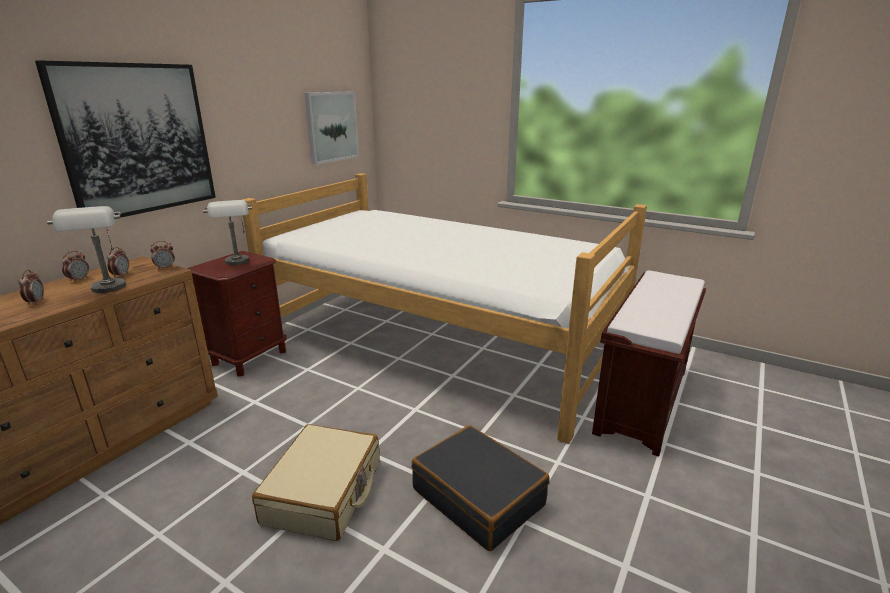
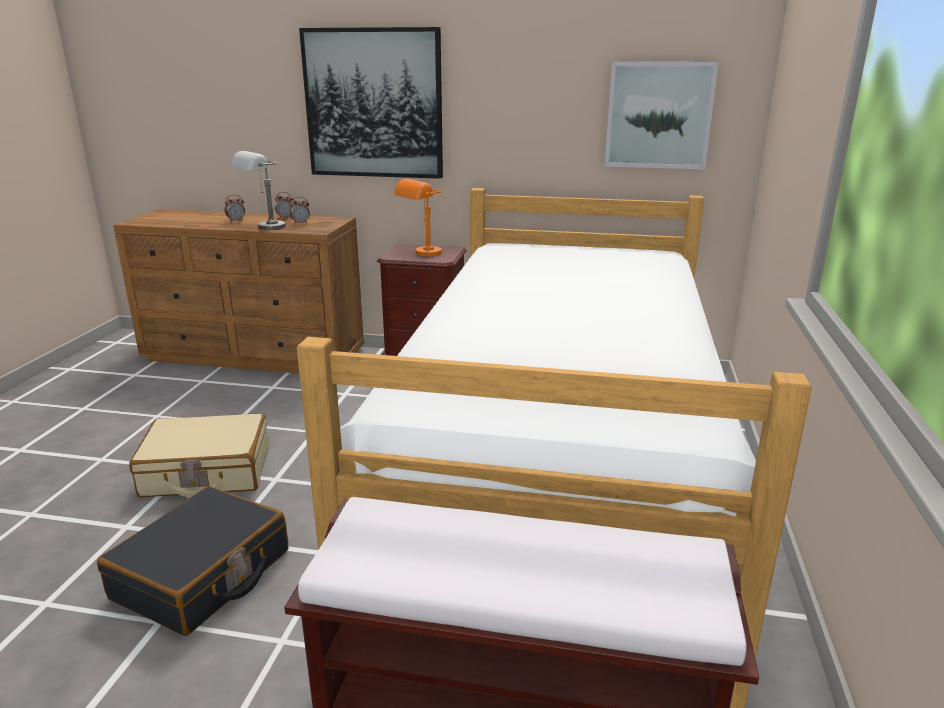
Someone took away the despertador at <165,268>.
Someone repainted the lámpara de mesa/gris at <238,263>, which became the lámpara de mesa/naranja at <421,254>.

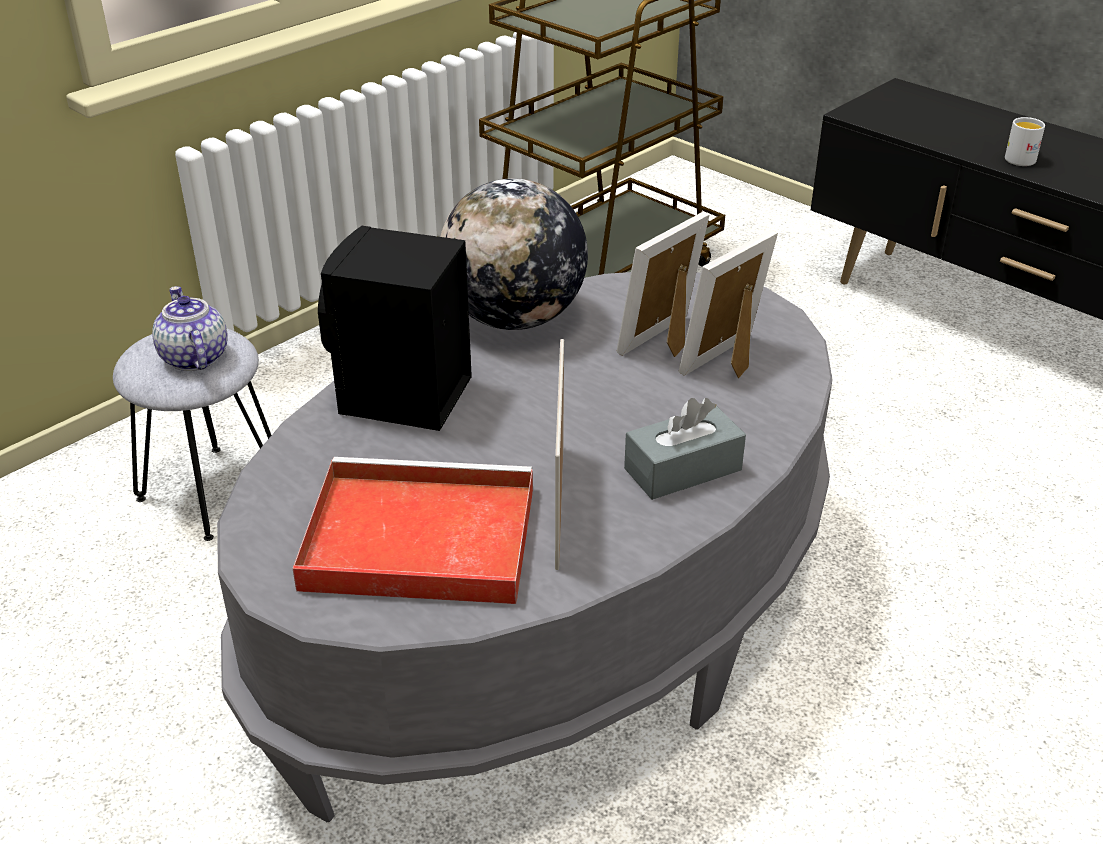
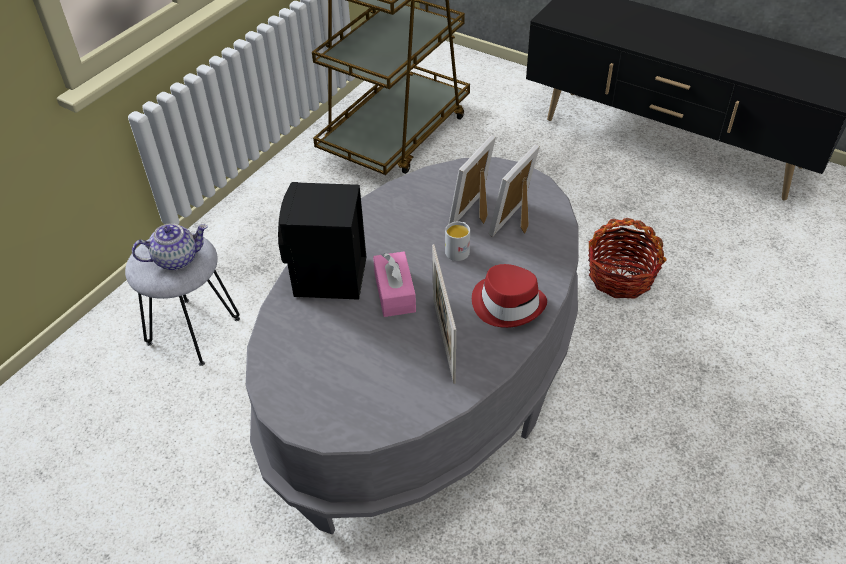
Someone rotated the tetera at <193,357> by 105 degrees clockwise.
Someone took away the bandeja/rojo at <415,538>.
Someone took away the globo terráqueo at <514,319>.
Someone swapped the caja de pañuelos/gris at <683,469> for the sombrero/rojo at <508,303>.
Someone carried the taza grande/blanco from <1021,158> to <459,249>.
Someone put down the caja de pañuelos/rosa at <395,292>.
Someone put down the cesta at <620,277>.

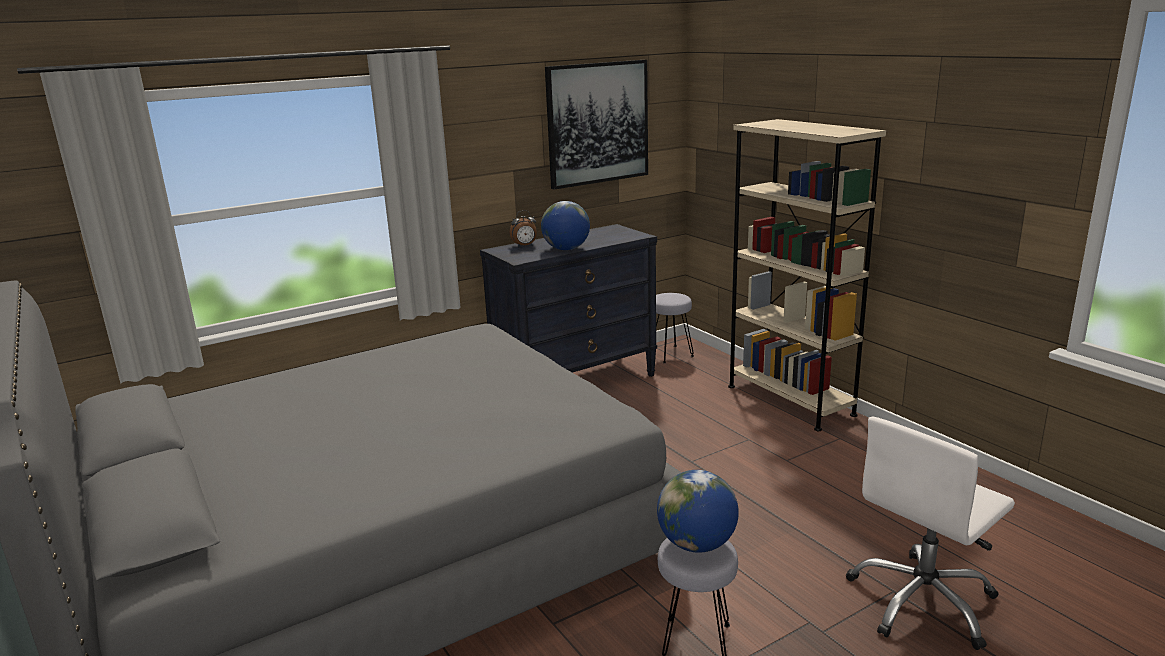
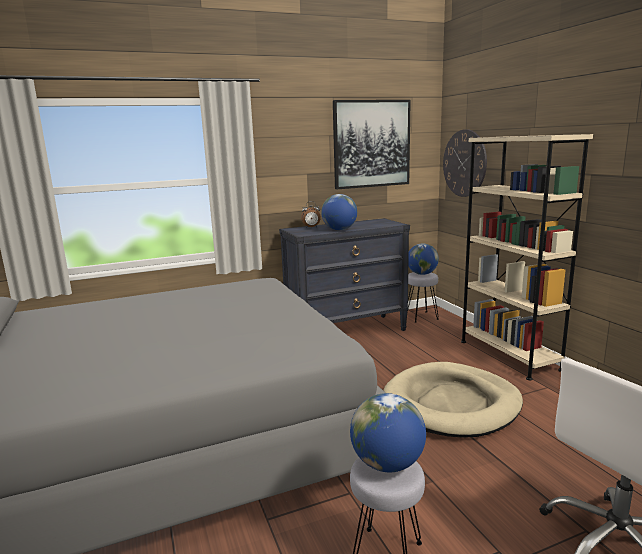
Someone put down the cama para perro/beis at <451,404>.
Someone put down the globo terráqueo at <422,274>.
Someone put up the reloj de pared at <464,163>.

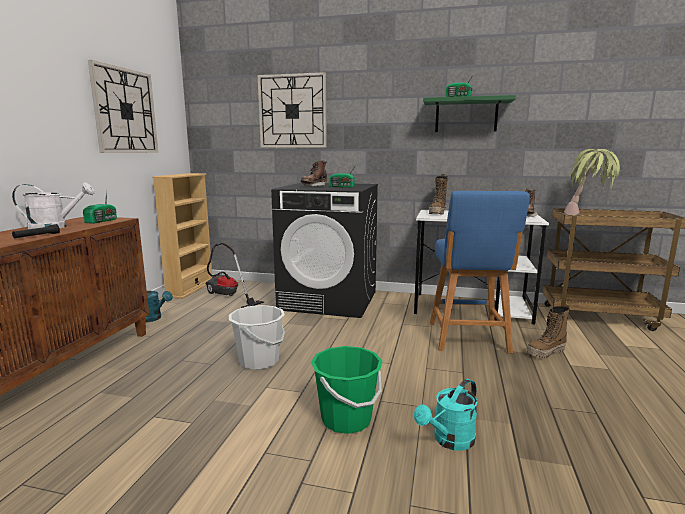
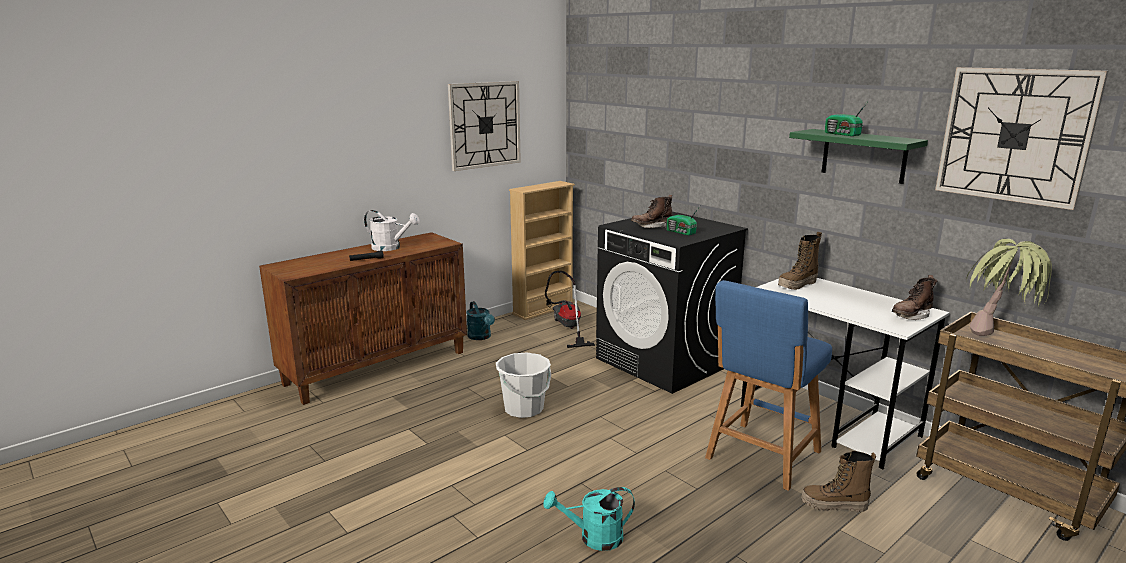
Someone took away the radio at <102,221>.
Someone carried the reloj de pared from <292,111> to <1014,135>.
Someone took away the cubo/verde at <346,419>.

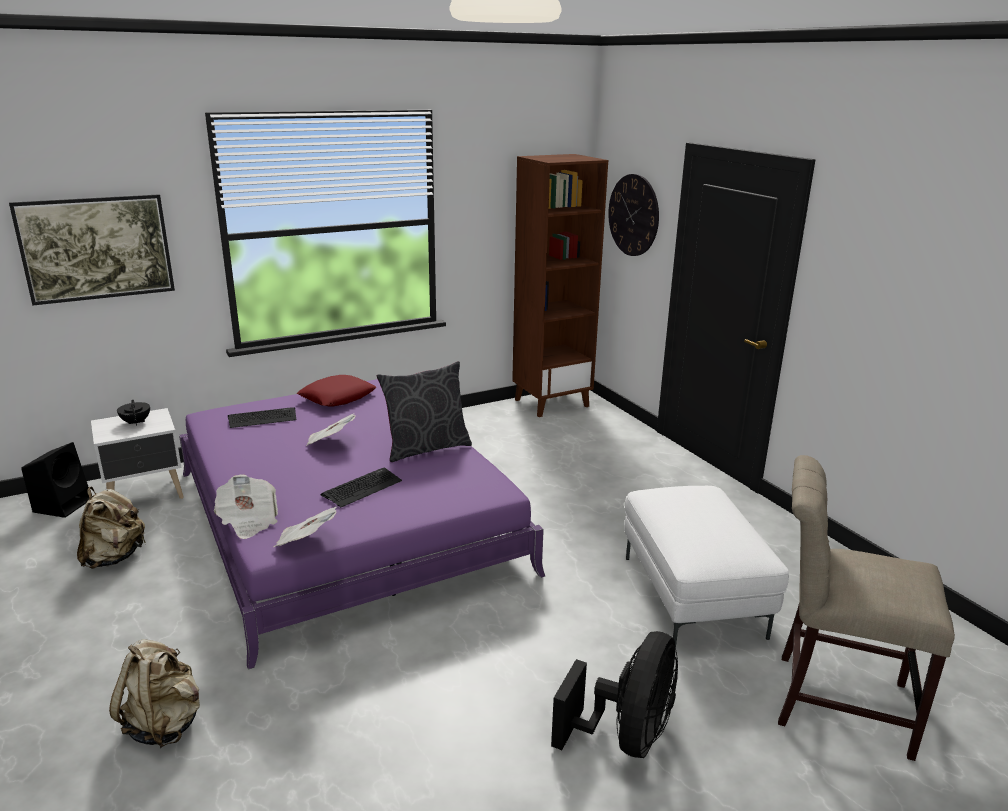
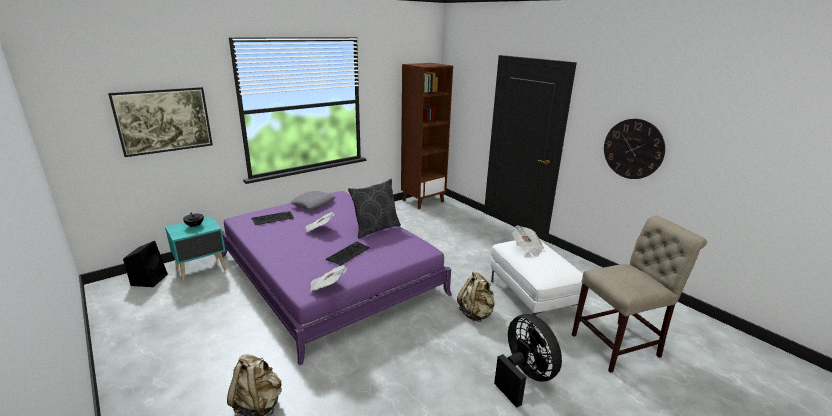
Someone carried the mochila/beis from <114,557> to <476,313>.
Someone repainted the mesita de noche/blanco at <146,495>, which became the mesita de noche/turquesa at <202,269>.
Someone carried the periódico from <248,521> to <527,248>.
Someone repainted the cojín/rojo at <337,397>, which became the cojín/gris at <313,204>.
Someone rotated the ventilador/negro at <626,736> by 45 degrees counterclockwise.
Someone carried the reloj de pared from <633,215> to <633,149>.
Someone rotated the silla/beis at <832,700> by 150 degrees clockwise.

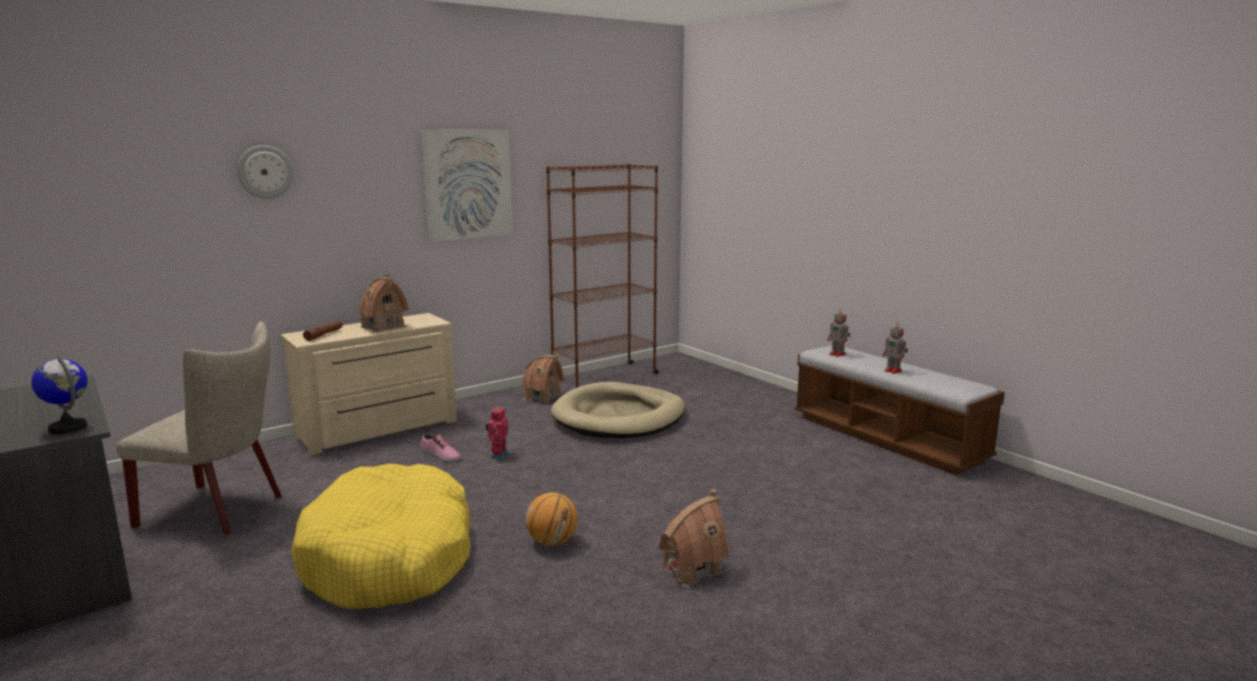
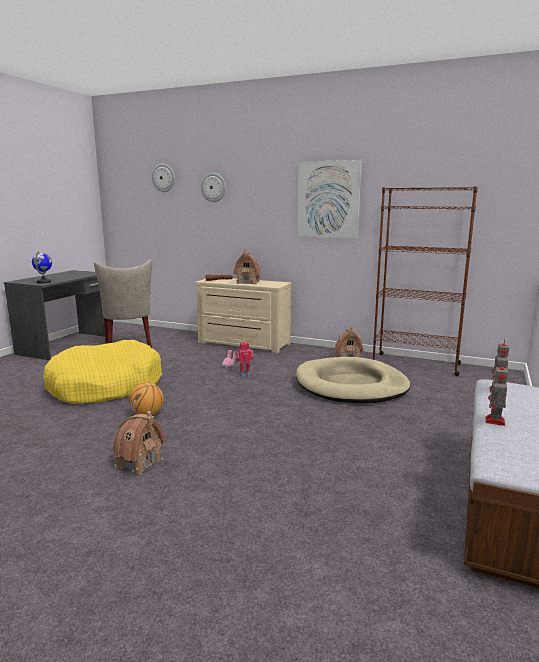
Someone put up the reloj de pared at <163,178>.

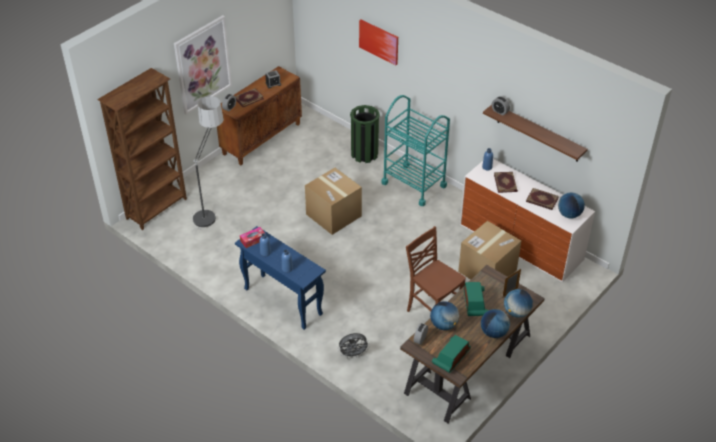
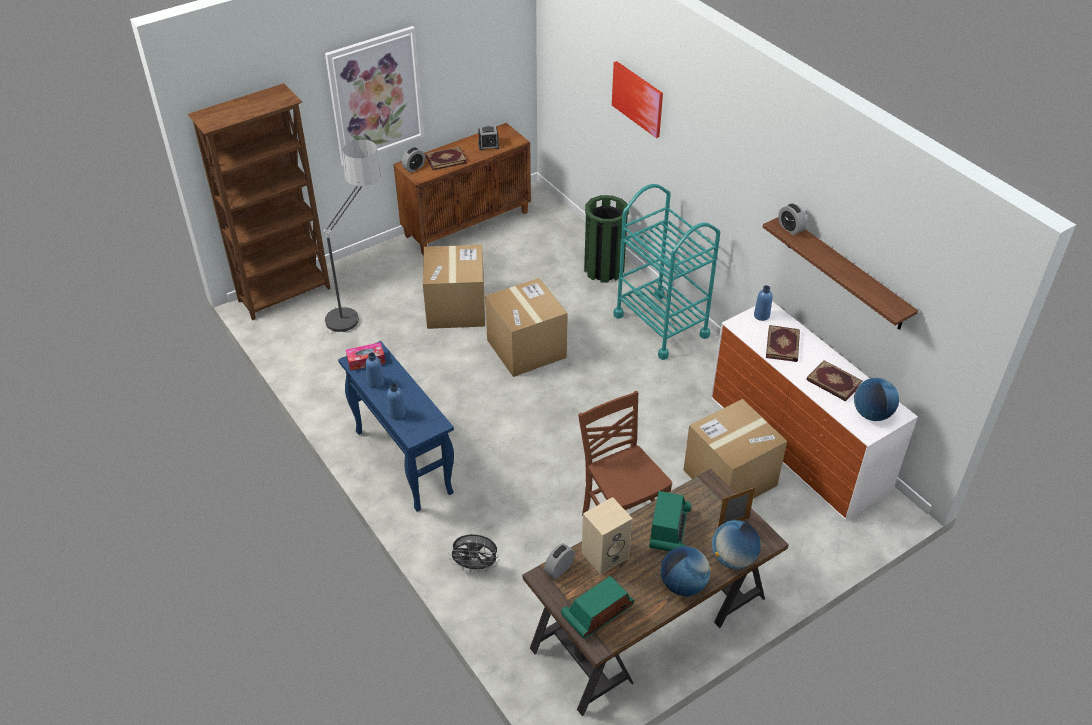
Someone swapped the globo terráqueo at <443,325> for the altavoz/beis at <605,554>.
Someone put down the caja de cartón at <456,308>.

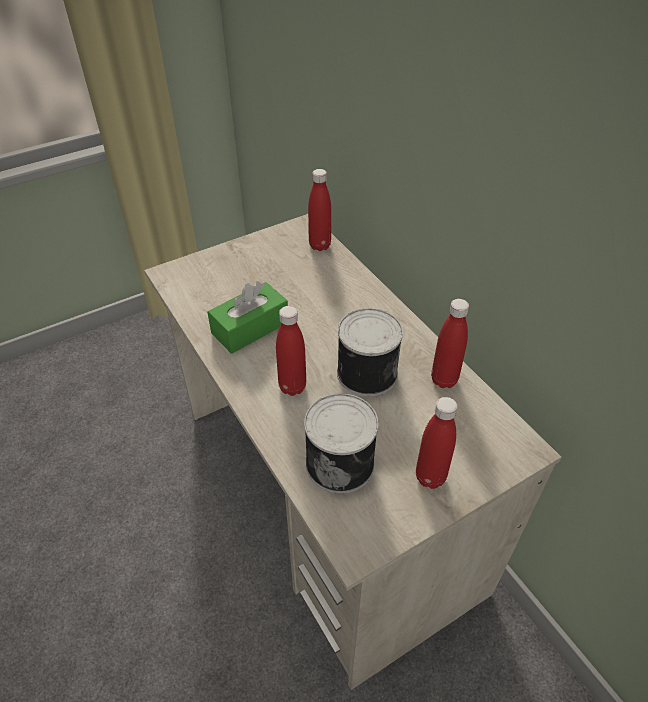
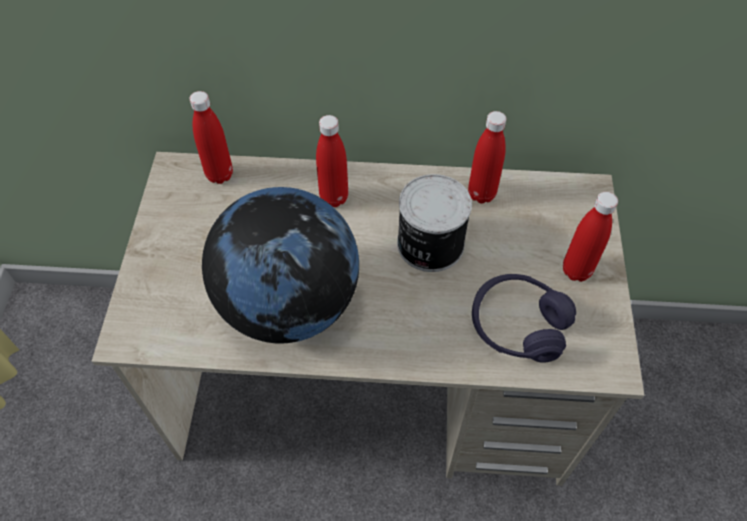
Someone swapped the caja de pañuelos/verde at <250,328> for the globo terráqueo at <289,304>.
Someone carried the botella/rojo from <292,387> to <334,198>.
Someone swapped the lata at <341,462> for the auriculares/morado at <518,325>.

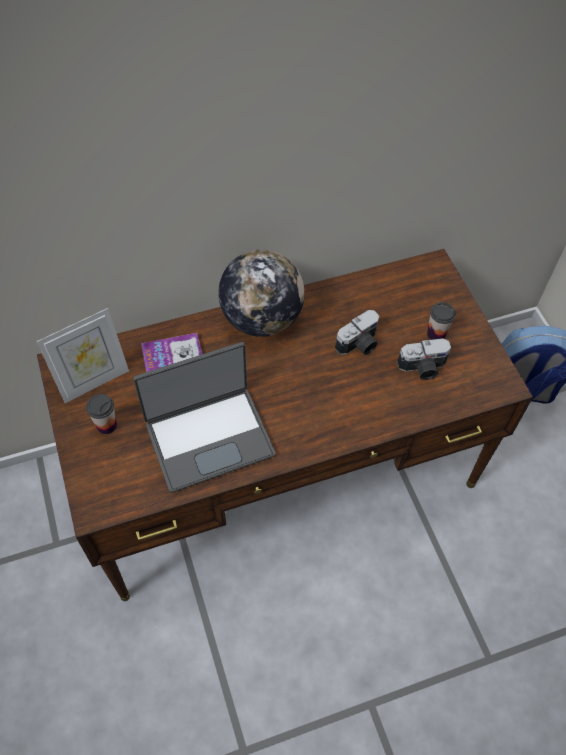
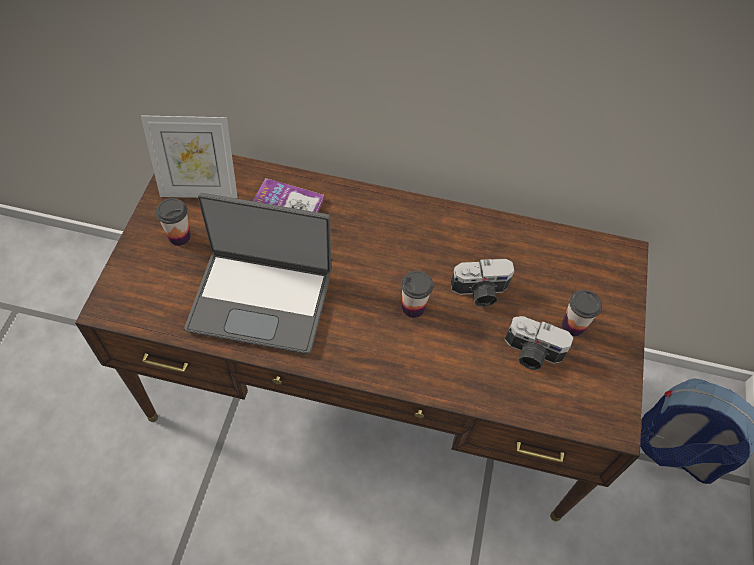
Someone took away the globo terráqueo at <261,319>.
Someone put down the taza at <413,308>.

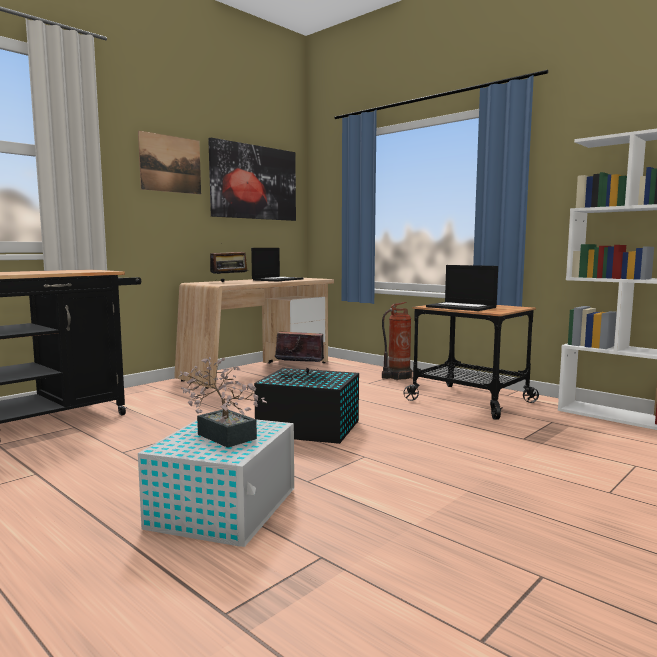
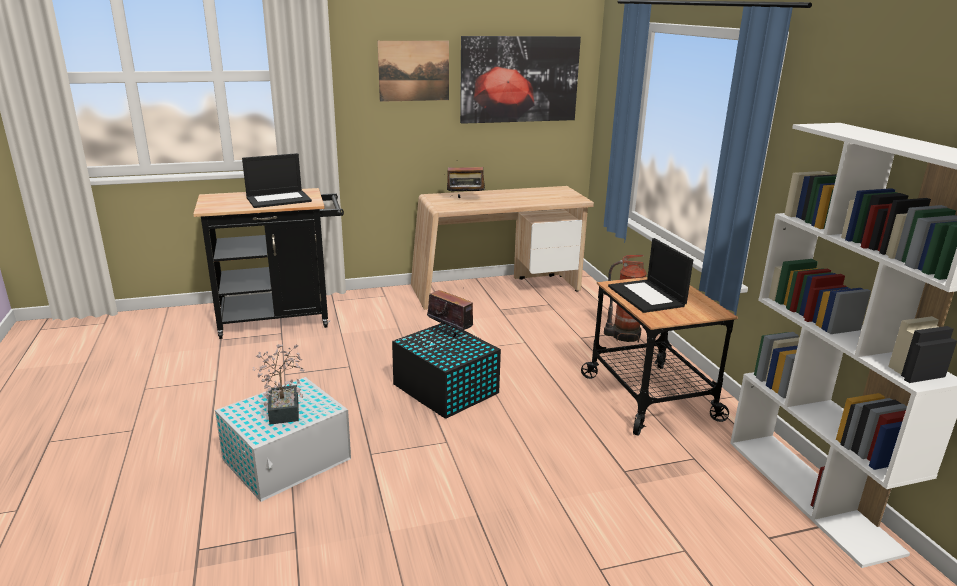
Someone carried the portátil from <277,279> to <279,199>.

